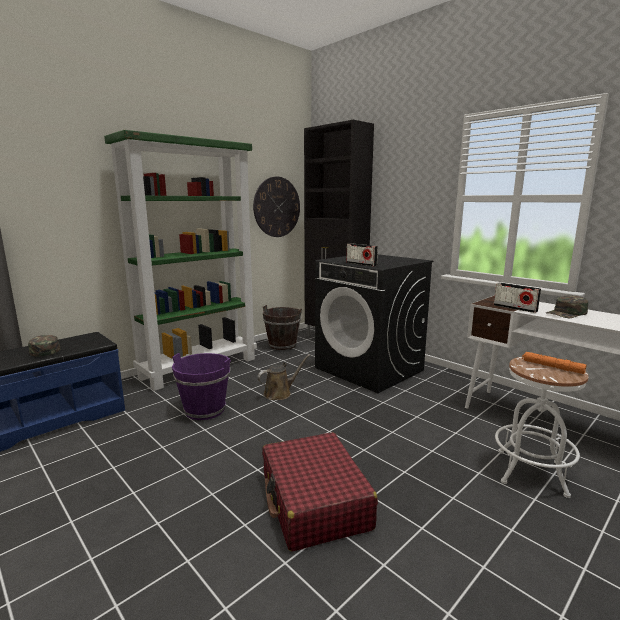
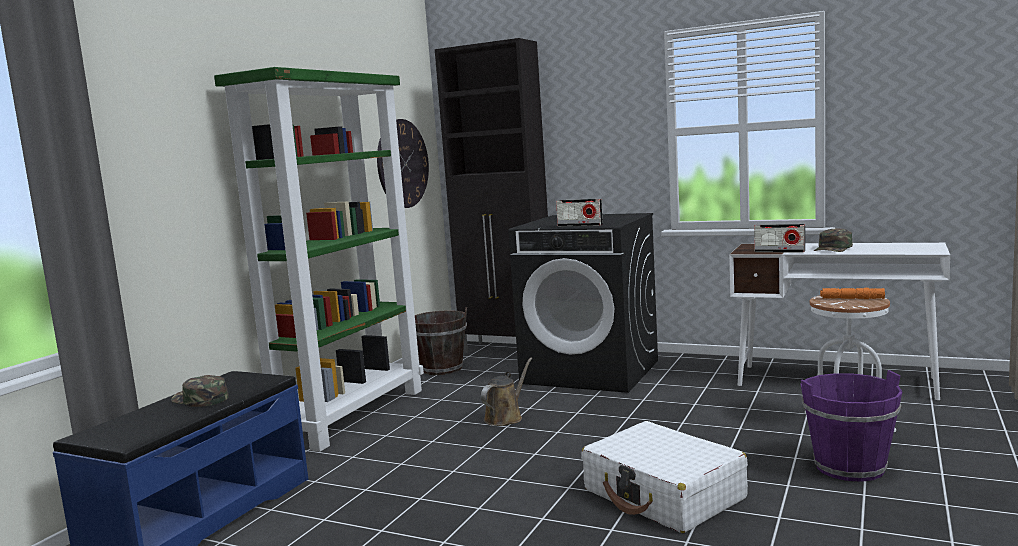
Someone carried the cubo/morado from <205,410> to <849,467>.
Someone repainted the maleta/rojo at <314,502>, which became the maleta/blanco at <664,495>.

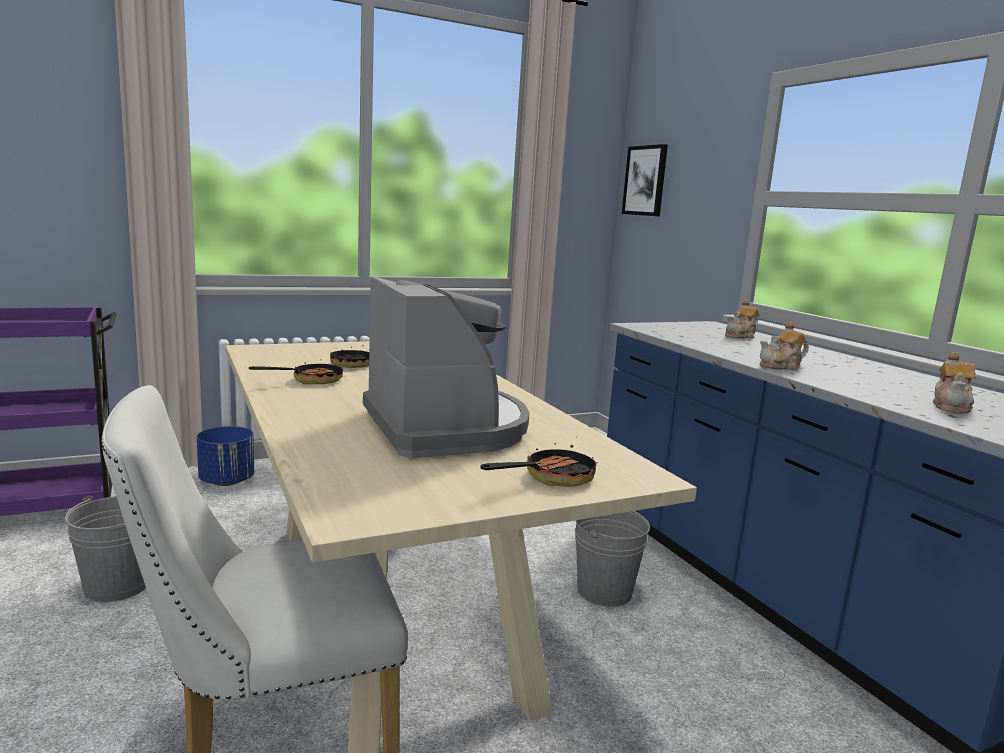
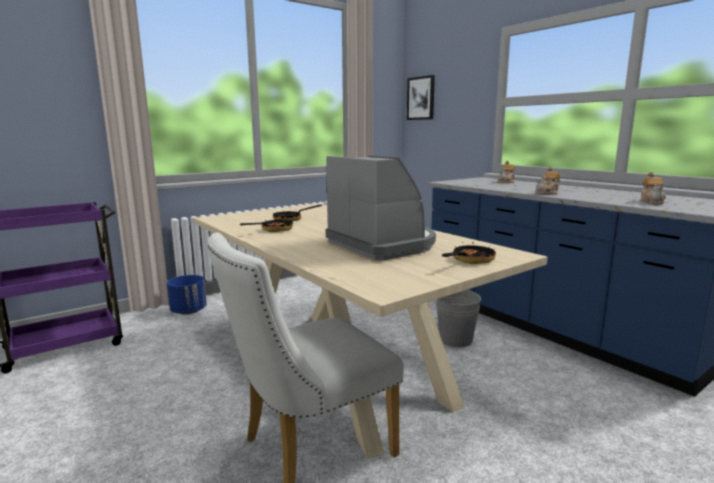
Someone took away the cubo/gris at <117,586>.

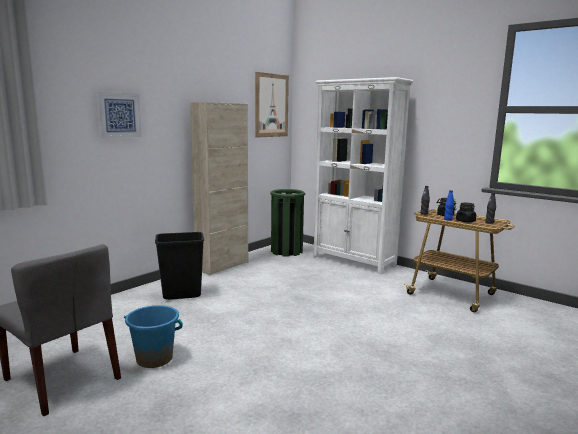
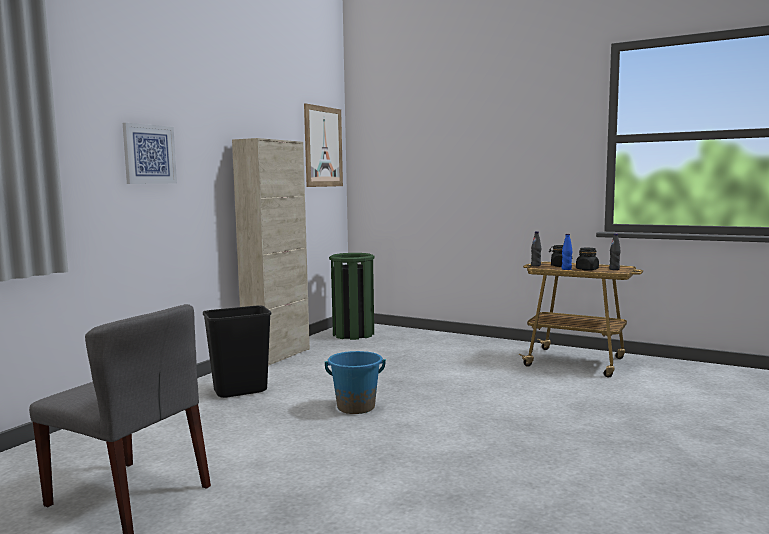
Someone carried the cubo/azul from <154,358> to <356,407>.
Someone took away the estantería/blanco at <354,261>.

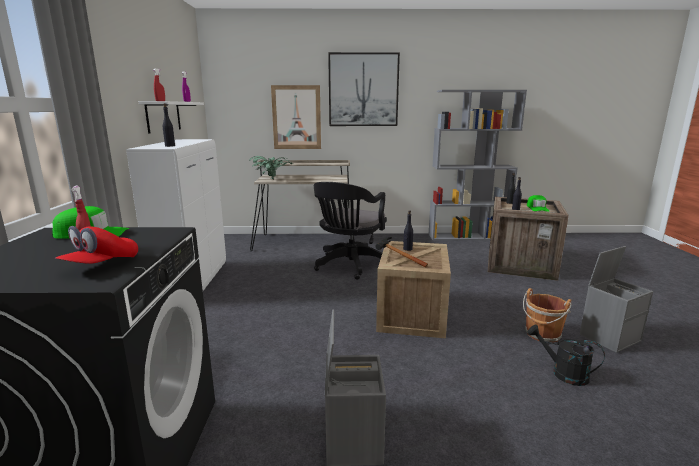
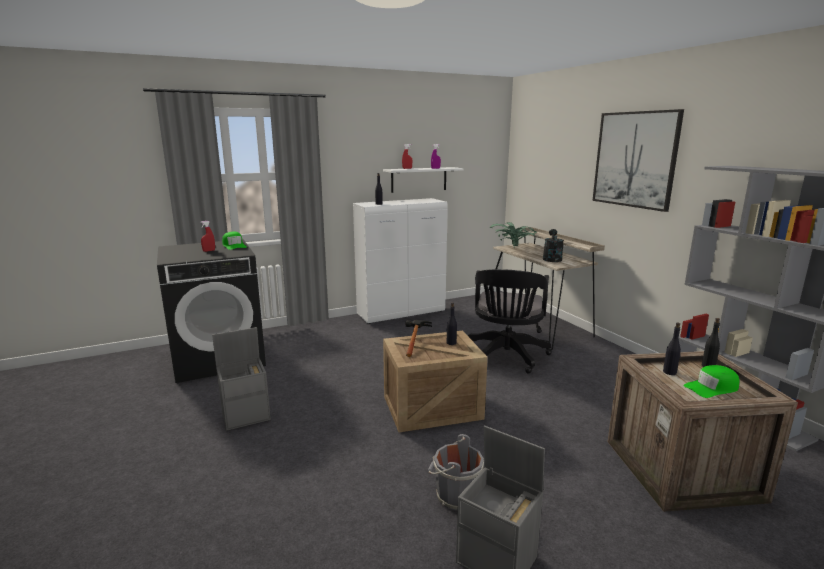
Someone took away the gorra/rojo at <101,265>.
Someone took away the cuadro at <296,117>.
Someone rotated the silla de oficina/negro at <349,266> by 75 degrees counterclockwise.
Someone repainted the cubo/marrón at <542,335>, which became the cubo/gris at <455,496>.
Someone carried the regadera/negro from <563,373> to <551,258>.

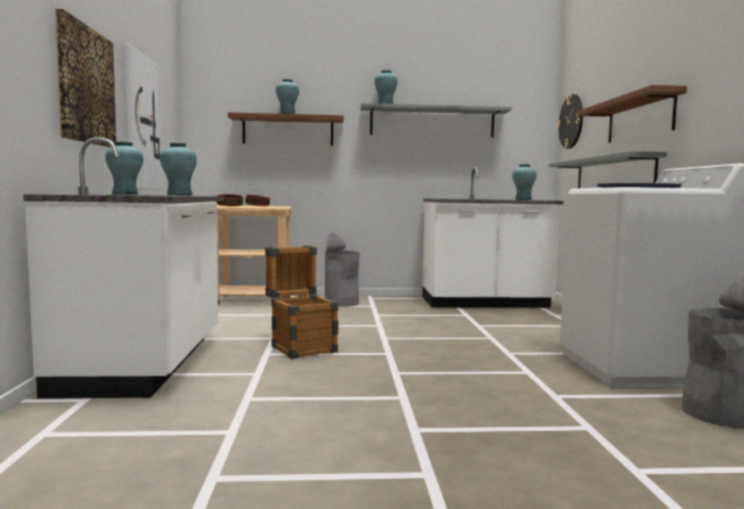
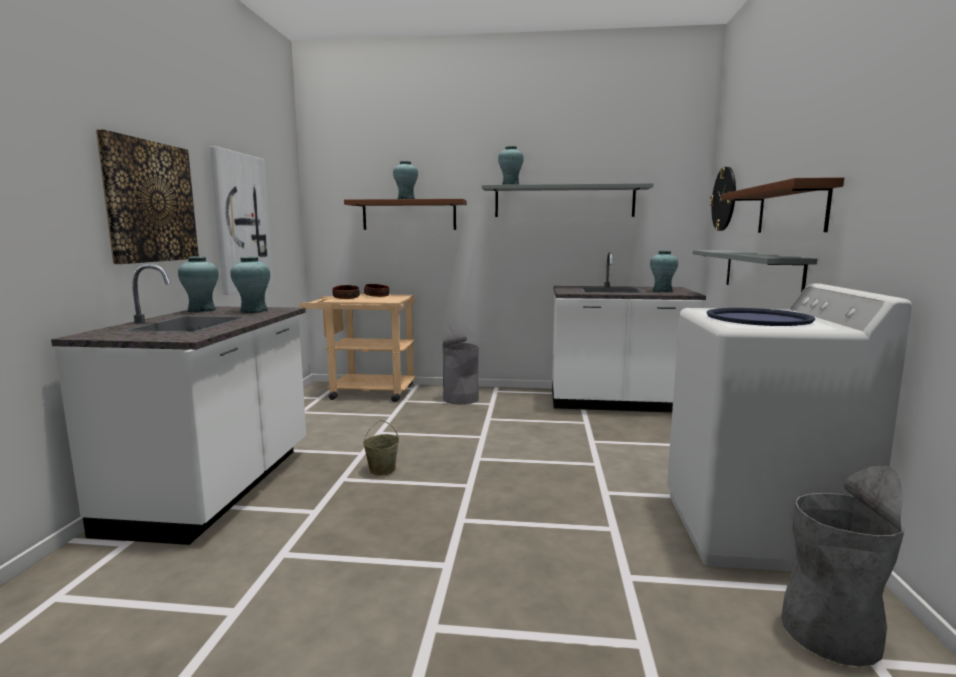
Someone swapped the caja de embalaje at <301,347> for the cubo/beis at <382,470>.

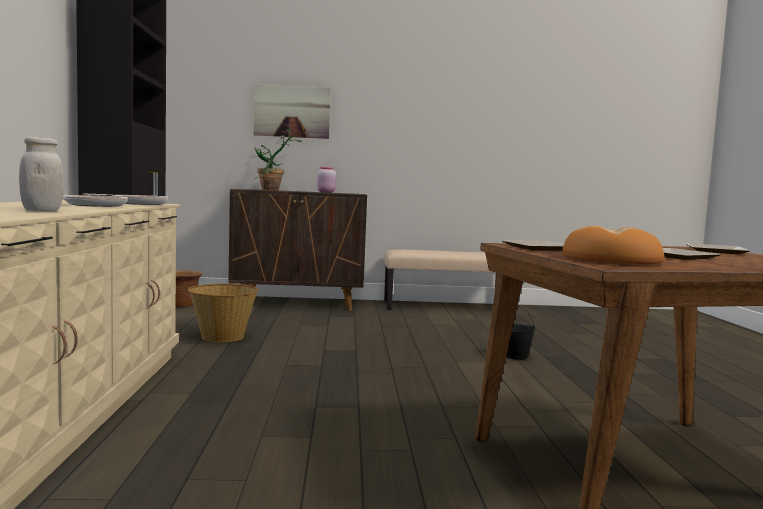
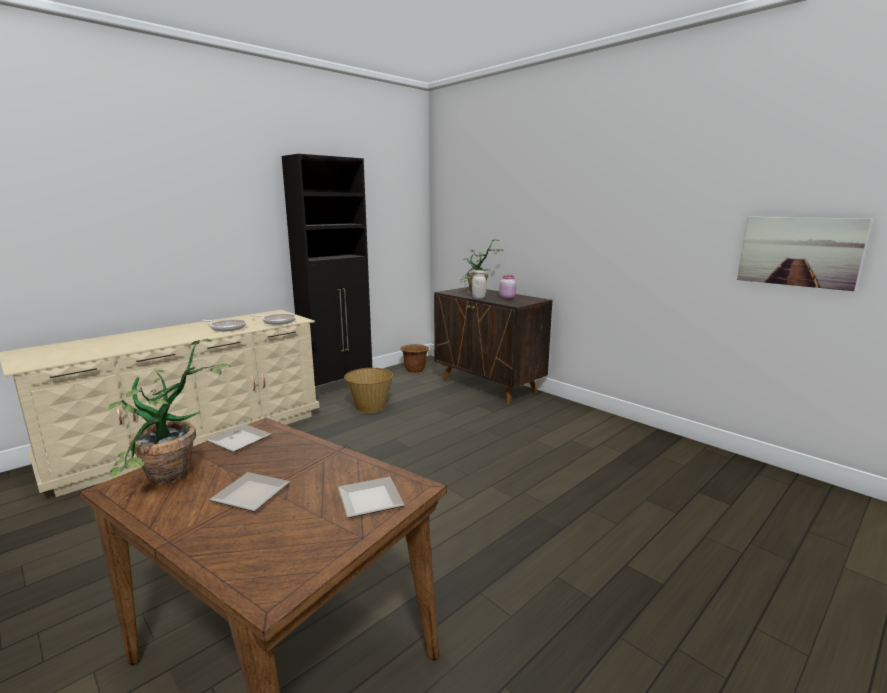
Someone carried the tarro/blanco from <42,210> to <478,298>.
Someone carried the cuadro from <292,111> to <798,251>.
Someone took away the banco/beis at <445,307>.
Someone took away the cubo/negro at <516,356>.
Someone swapped the pan at <612,260> for the planta en maceta at <172,479>.

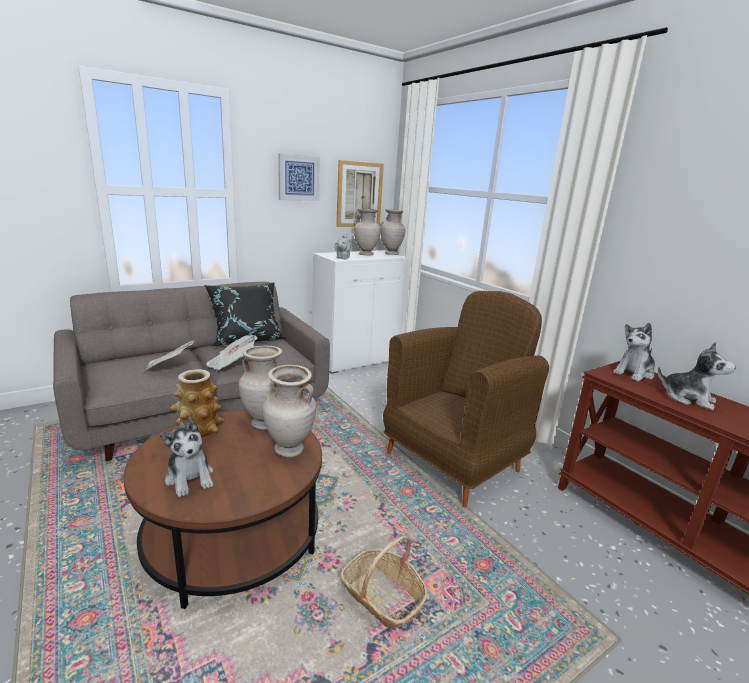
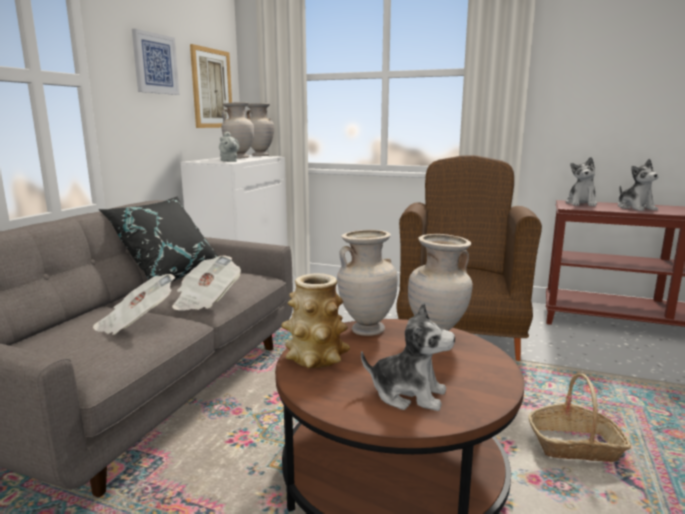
Someone rotated the peluche at <688,398> by 75 degrees clockwise.

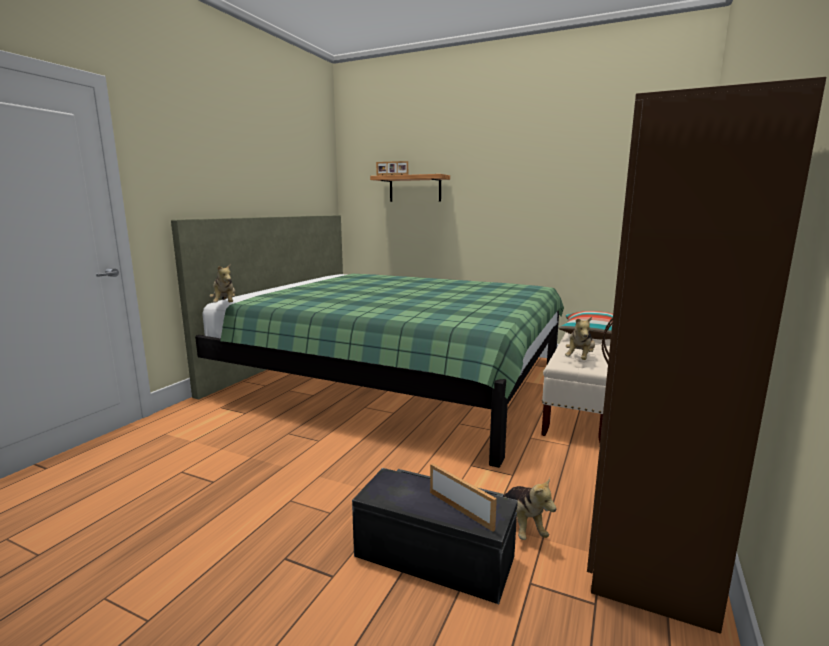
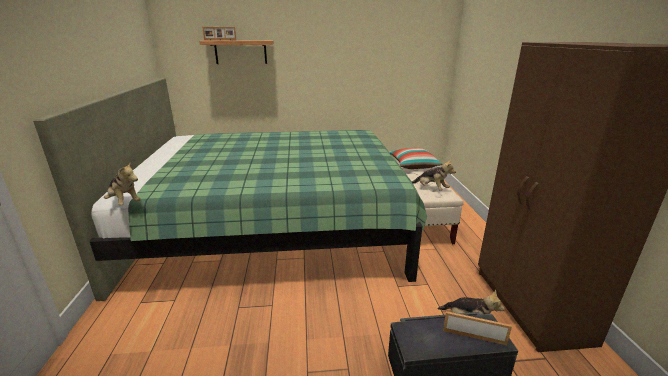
Someone rotated the peluche at <580,359> by 45 degrees counterclockwise.

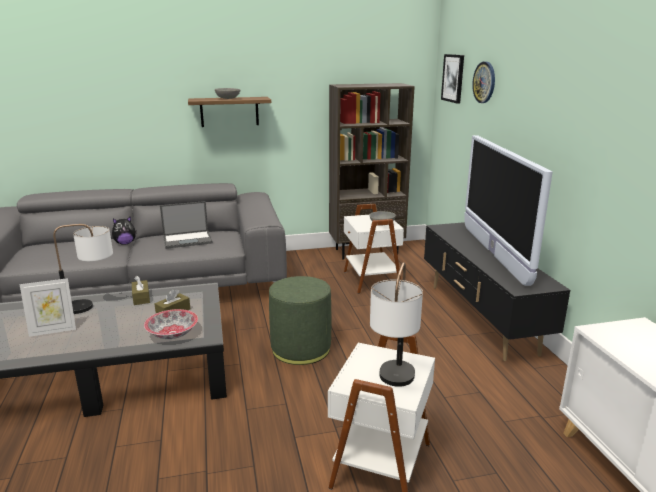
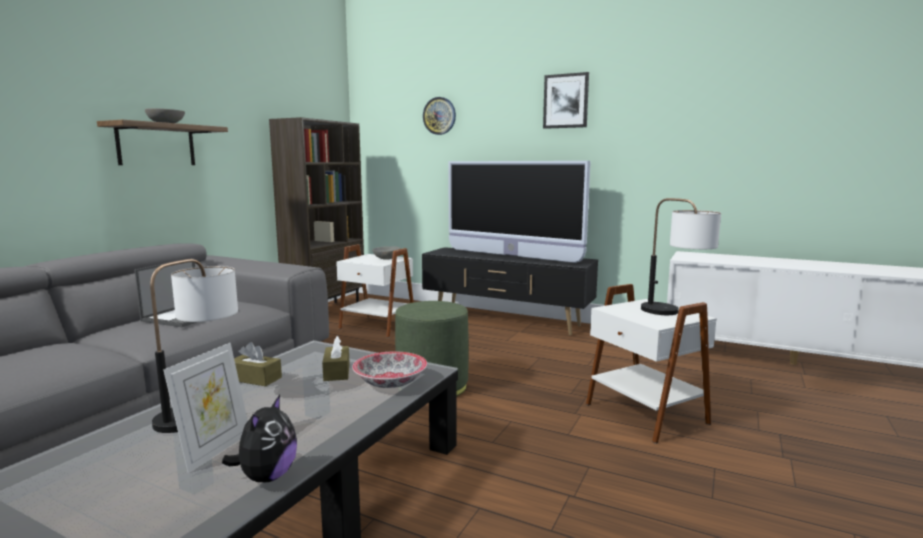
Someone carried the peluche from <125,243> to <267,477>.
Someone carried the cuadro from <453,78> to <566,101>.

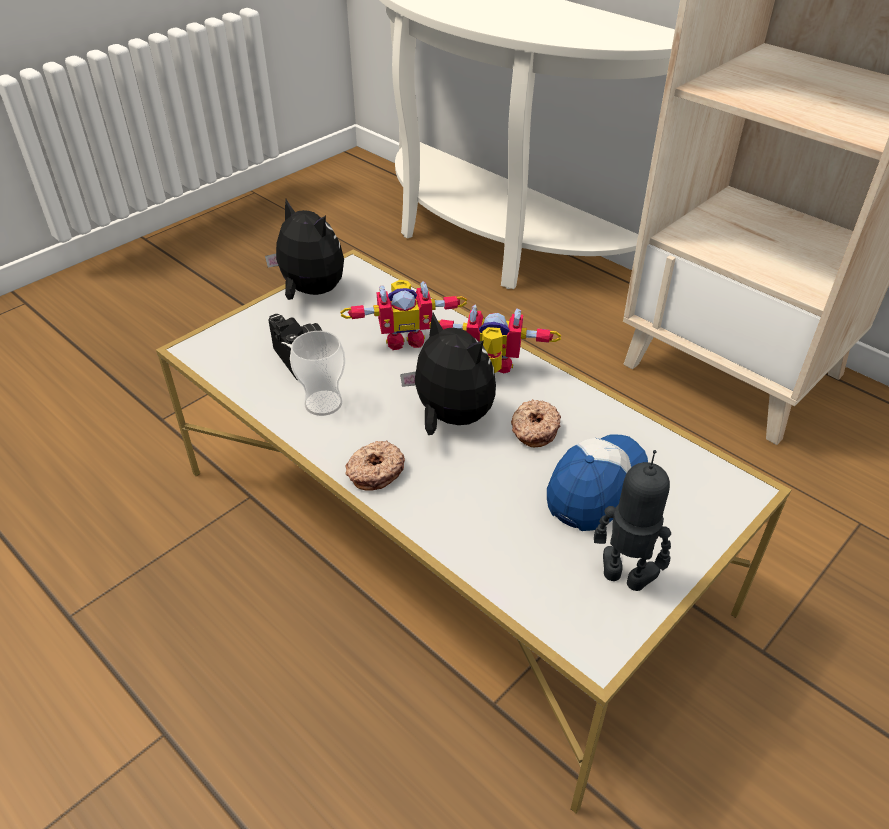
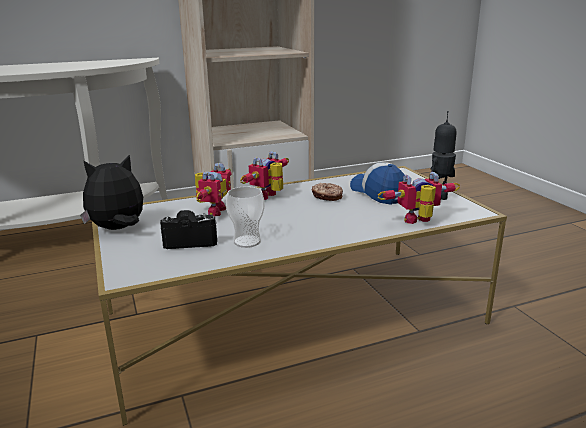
Someone took away the rosquilla at <375,471>.
Someone took away the peluche at <450,418>.
Someone put down the robot de juguete at <419,222>.

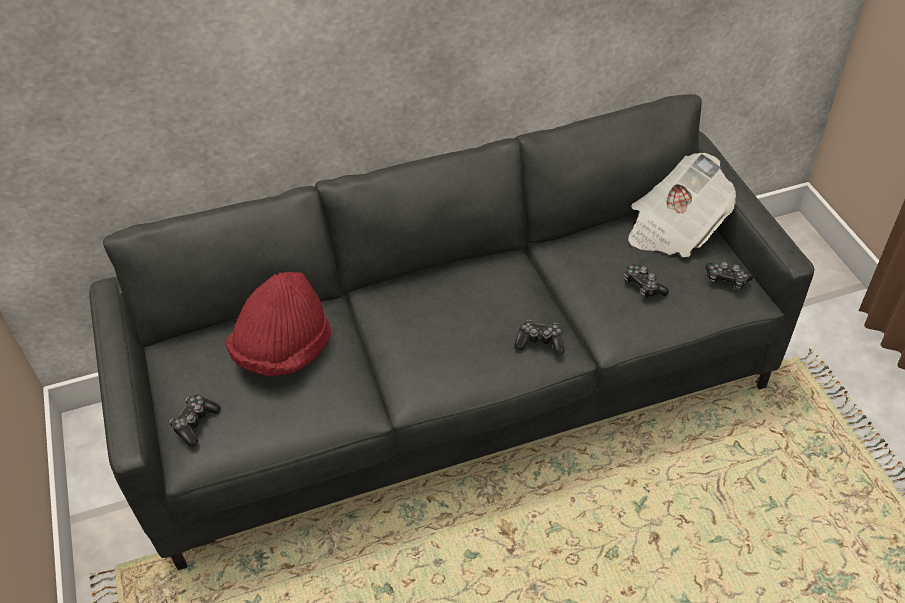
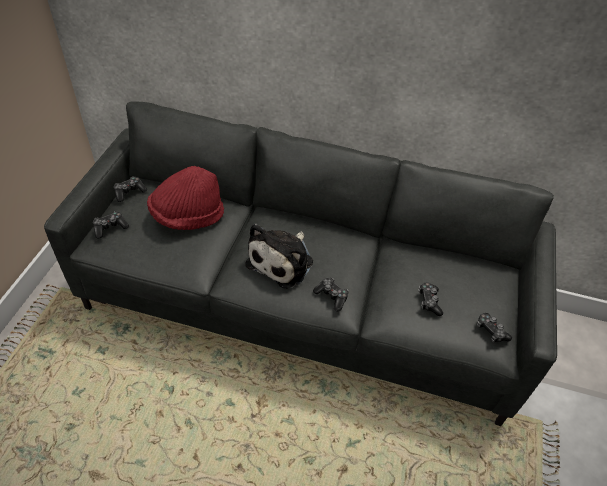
Someone took away the periódico at <673,226>.
Someone put down the mando de consola at <129,192>.
Someone put down the peluche at <283,261>.

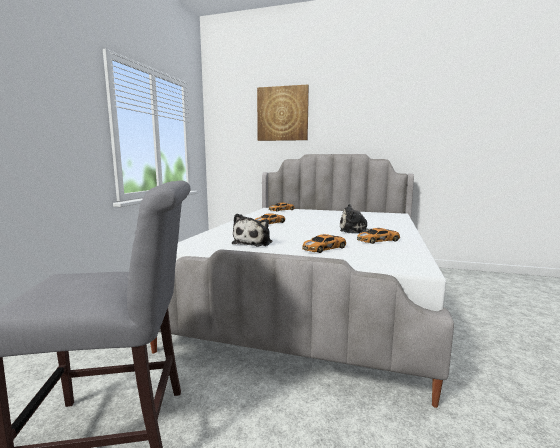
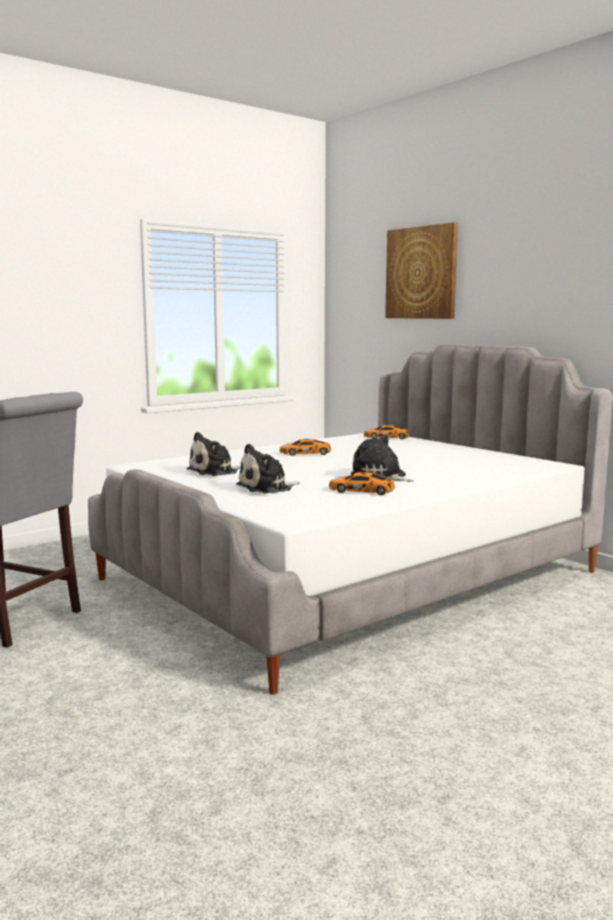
Someone swapped the coche de juguete at <324,248> for the peluche at <267,488>.

